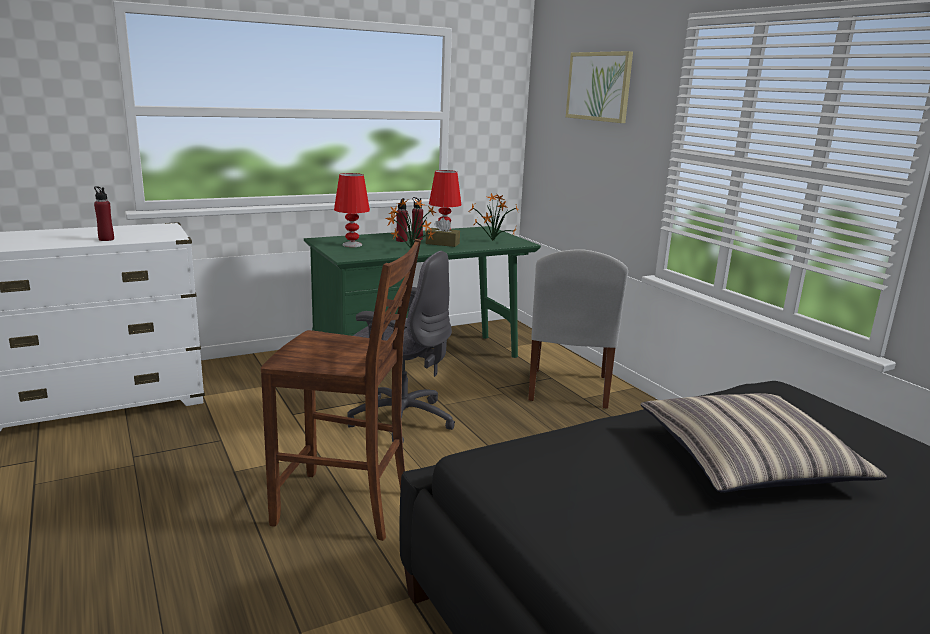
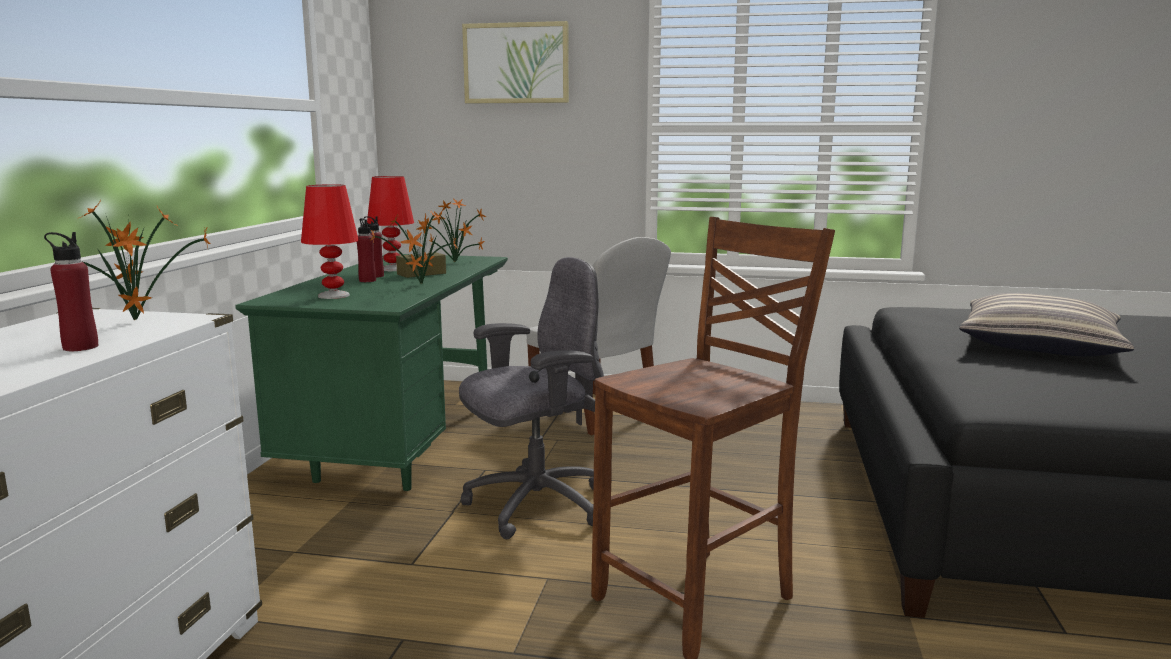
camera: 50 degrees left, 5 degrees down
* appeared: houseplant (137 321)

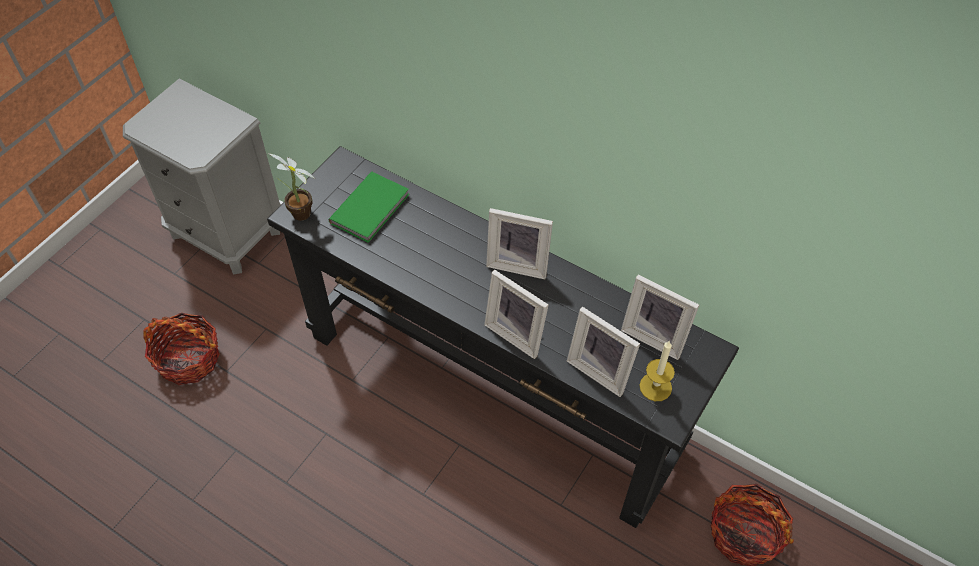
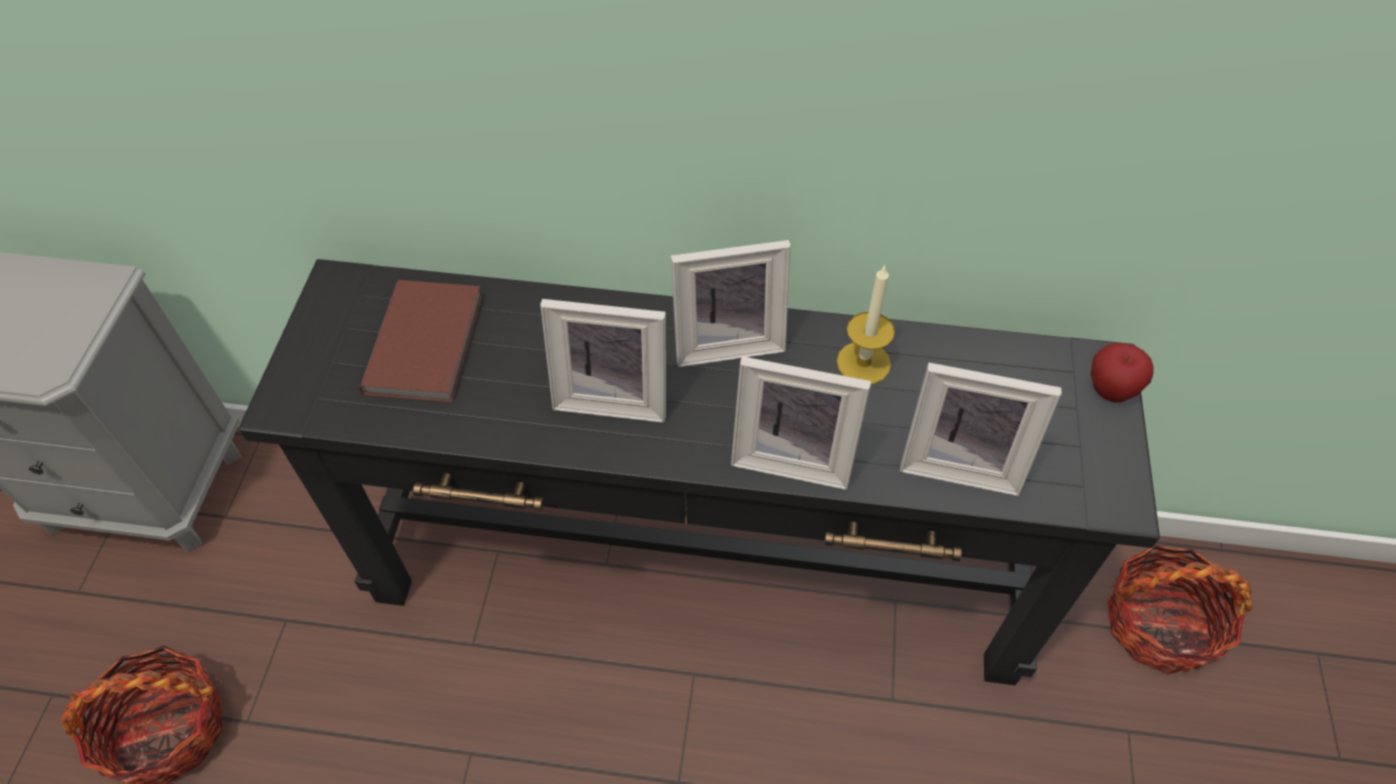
camera: 25 degrees left, 0 degrees up
* missing: houseplant (302 216)
* appeared: whole apple (1110 391)
* relocated: standing frame (655 335) to (613 396)
* relocated: candle (655 387) to (863 363)
* colour: green-coloured book (372 208) to brown book (428 342)

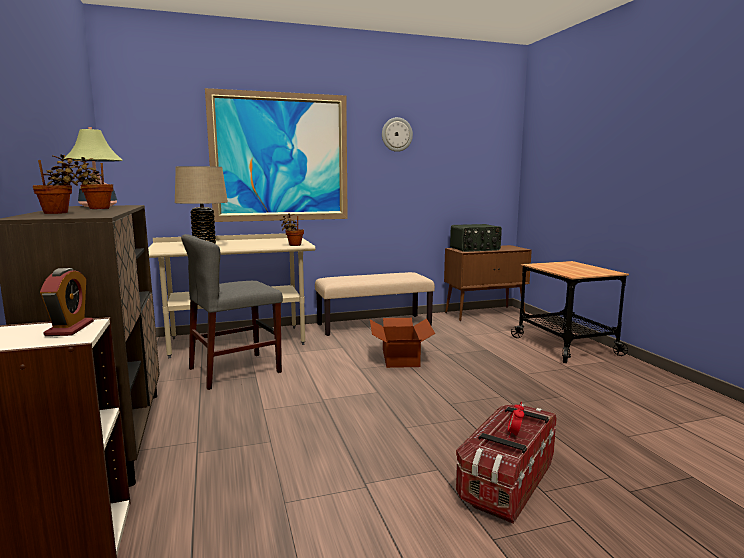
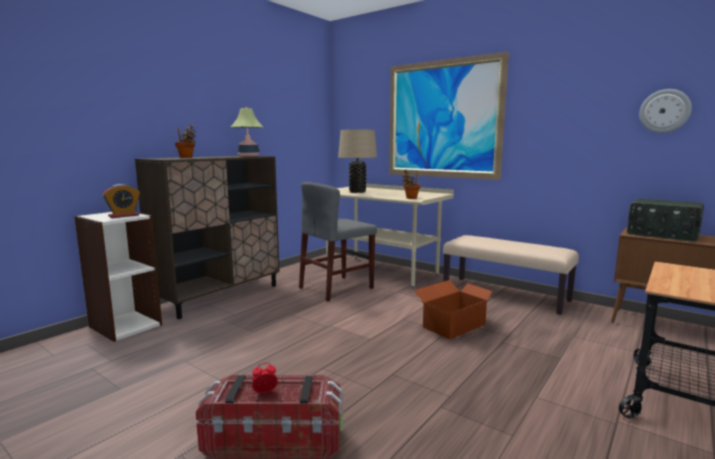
camera: 55 degrees right, 0 degrees up
* missing: houseplant (96 208)
* relocated: hanging clock (396 134) to (664 111)
* spun: greyish chair (235 370) = (336 288) 60 degrees counterclockwise

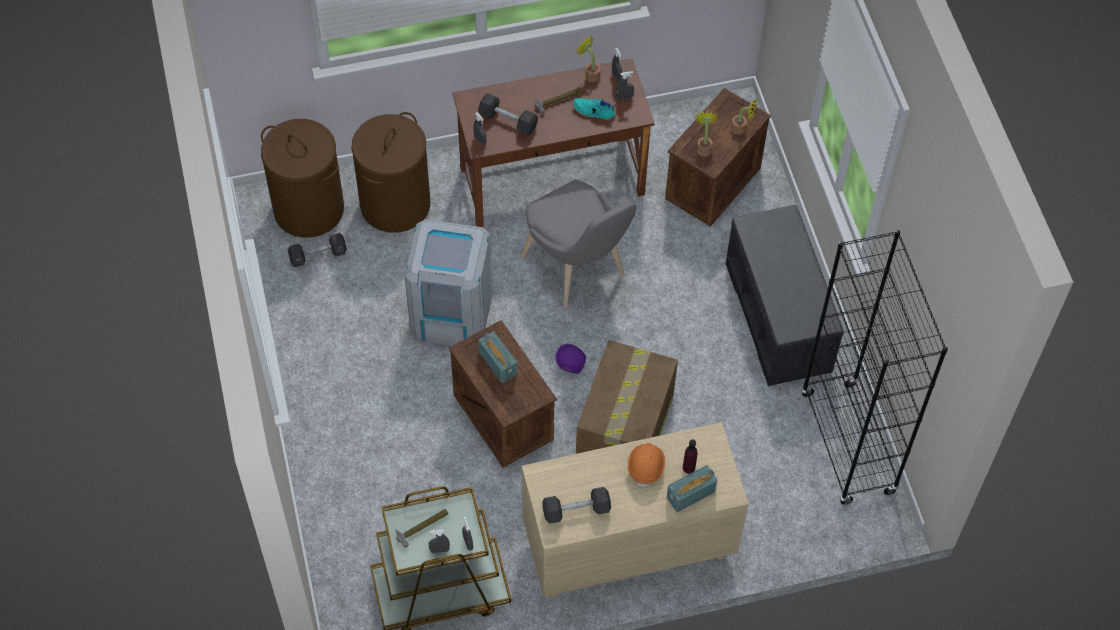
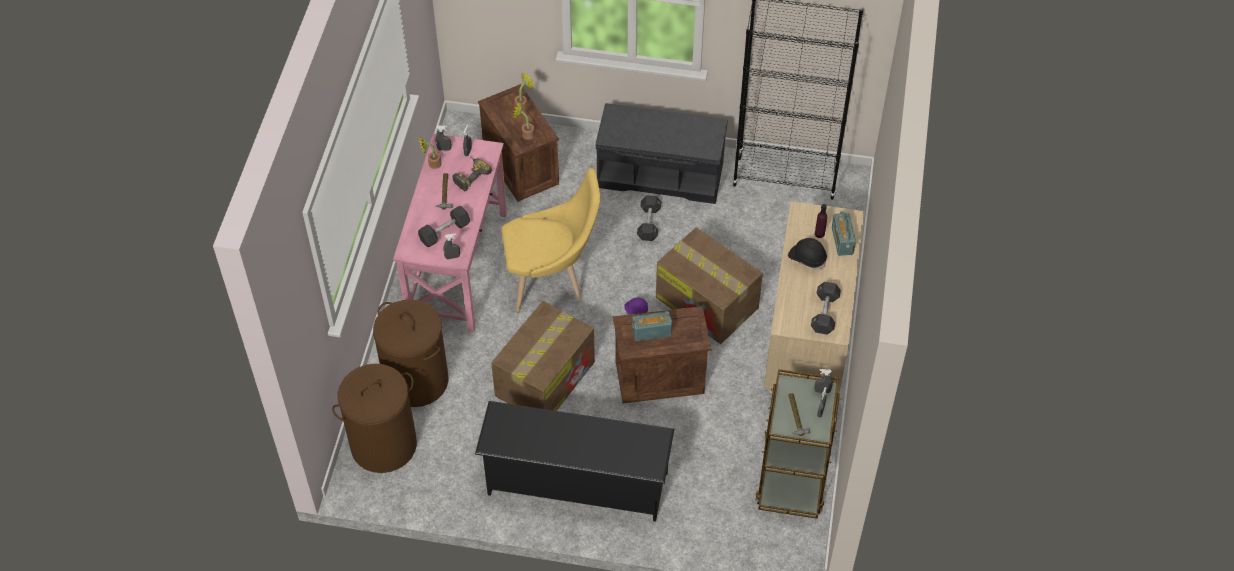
camera: 65 degrees left, 5 degrees down
* appeared: black shoe rack (576 483)
* relocated: black free weight (318 255) to (649 223)
* exchanged: greyish waste bin (452 313) to packing box (545 378)
* exchanged: blue-green item of footwear (593 112) to electric drill (470 175)
* colour: brown desk table (552 180) to pink desk table (457 266)
* colour: greyish chair (578 270) to yellow chair (551 280)
* colour: orange work helmet (646 466) to black work helmet (807 258)

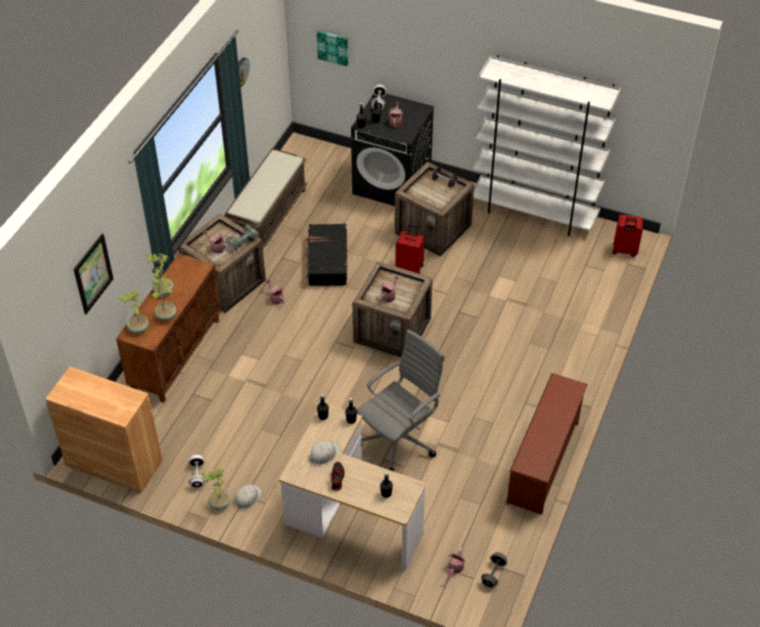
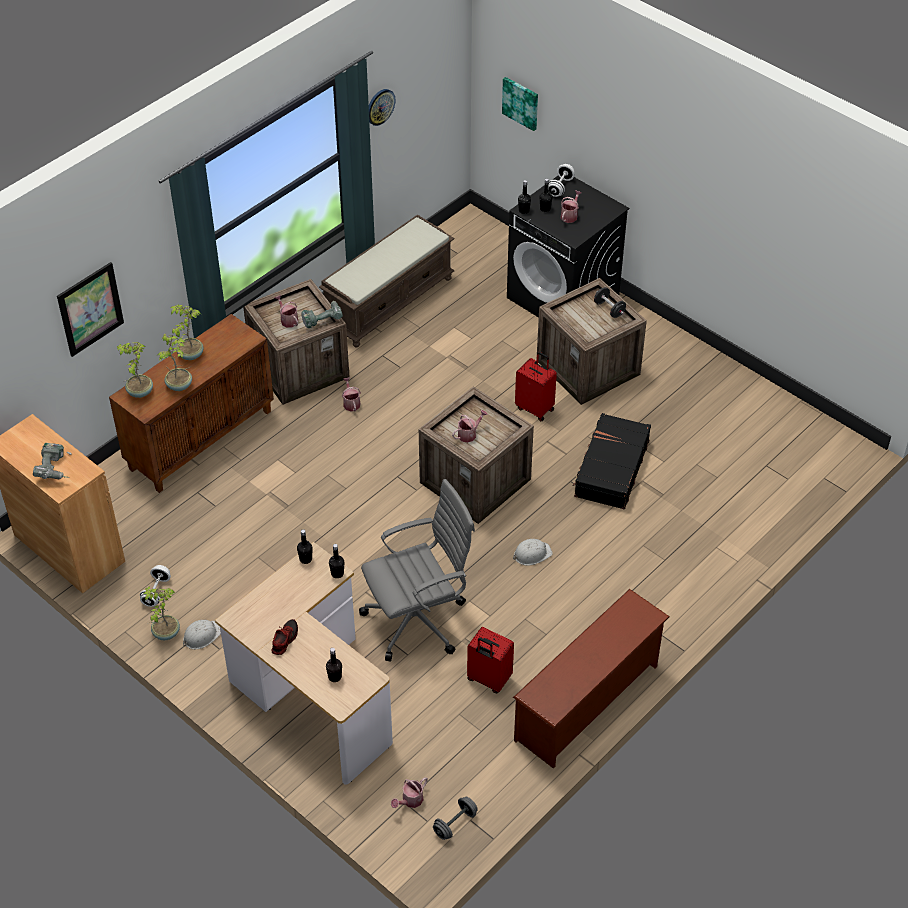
camera: 20 degrees right, 0 degrees up
* missing: whitish shelving unit (534 213)
* appeared: electric drill (55 469)
* relocated: black piece of luggage (327 261) to (611 469)
* relocated: whitish work helmet (324 454) to (532 554)
* relocated: reddish piece of luggage (624 251) to (488 680)

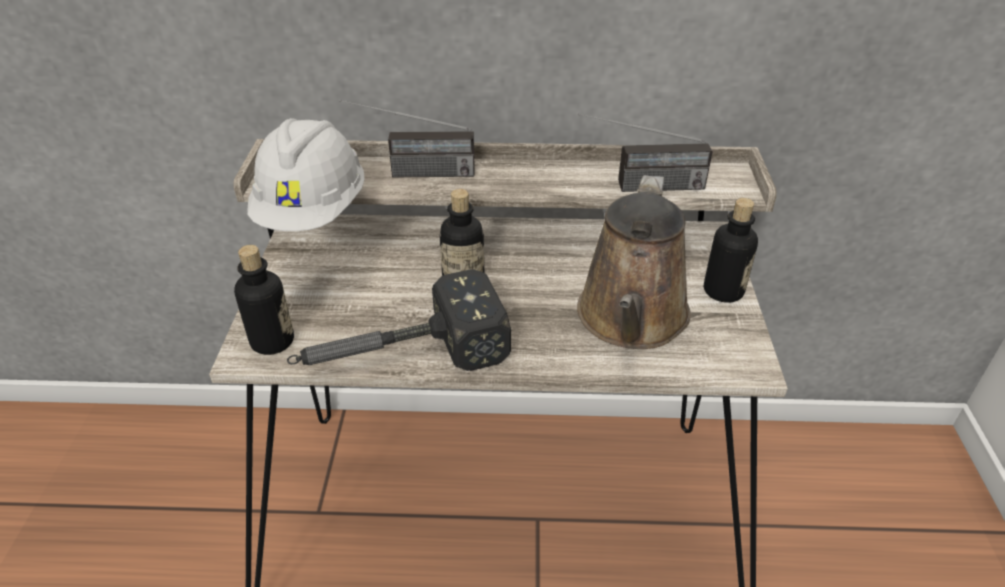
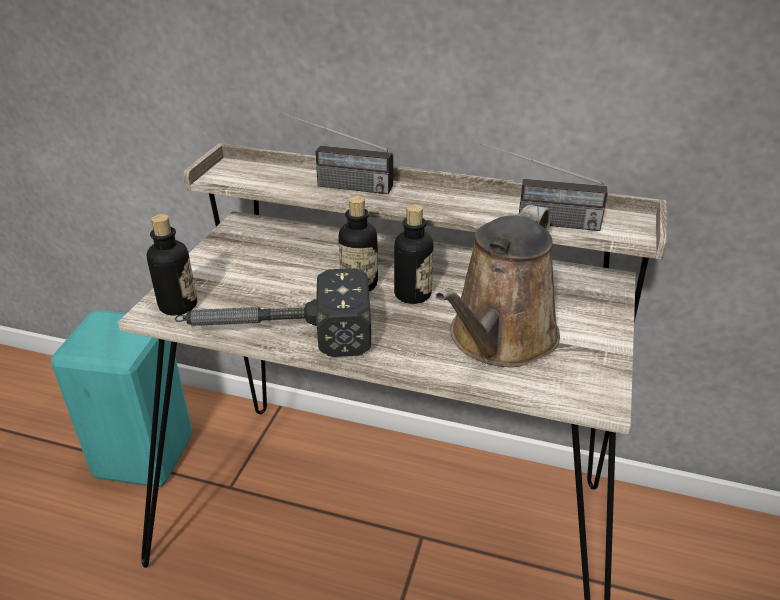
camera: 15 degrees right, 5 degrees down
* missing: whitish work helmet (312 212)
* appeared: blue-green stool (147 455)
* relocated: bottle (723 291) to (412 294)

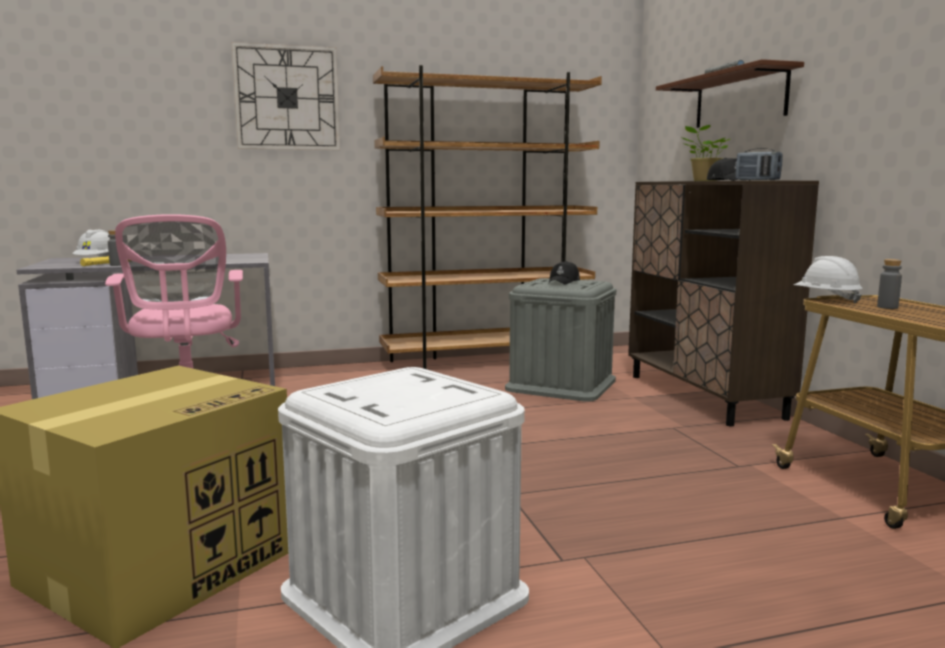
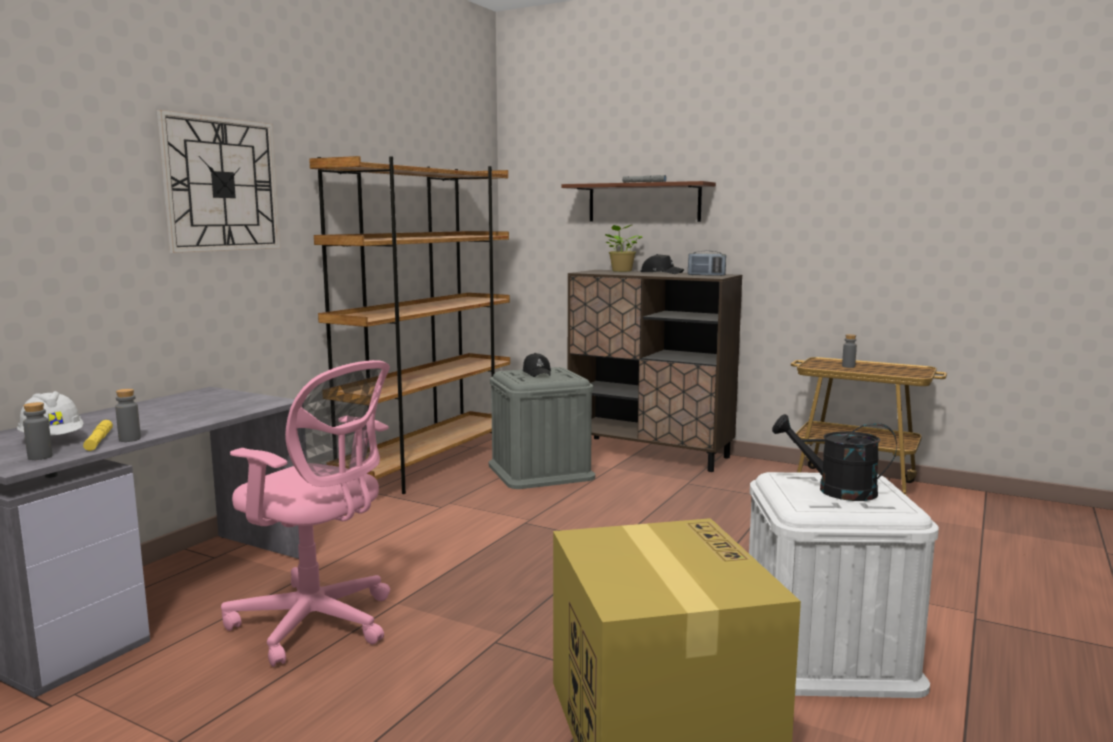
camera: 45 degrees left, 0 degrees up
* missing: whitish work helmet (826 299)
* appeared: greyish bottle (40 457)
* appeared: black watering pot (835 490)

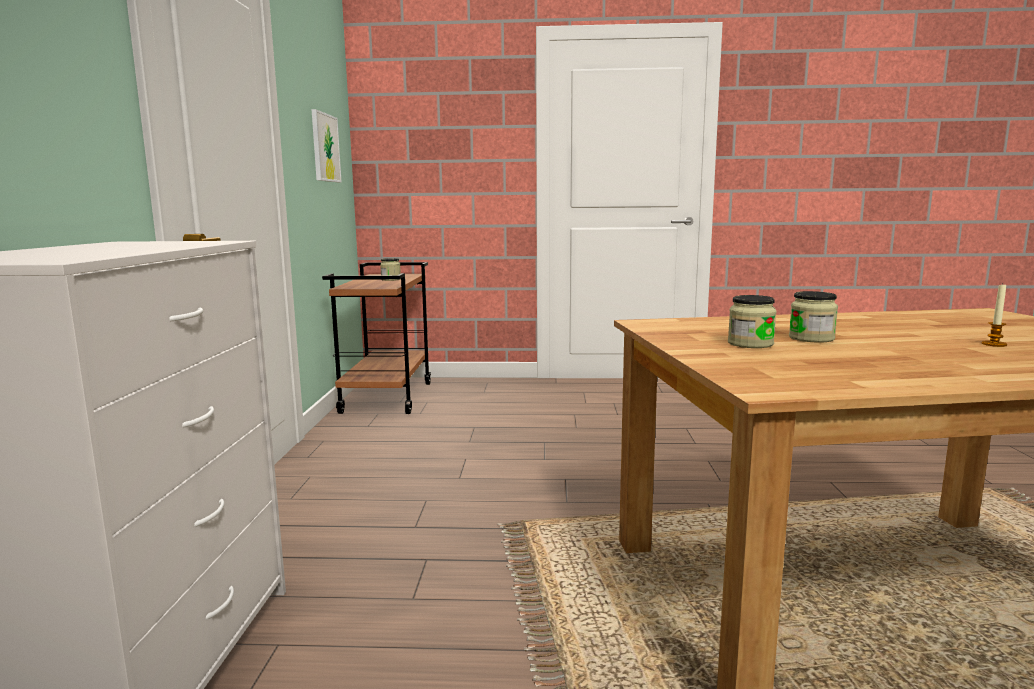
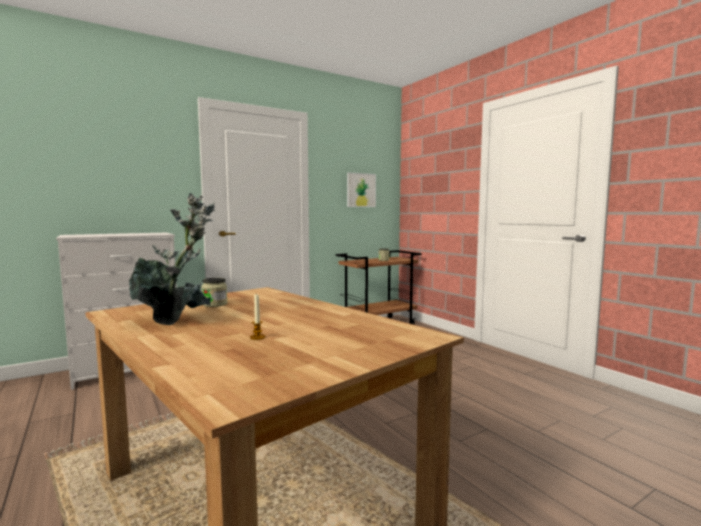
camera: 55 degrees right, 5 degrees down
* missing: storage jar (811 338)
* appeared: houseplant (176 321)

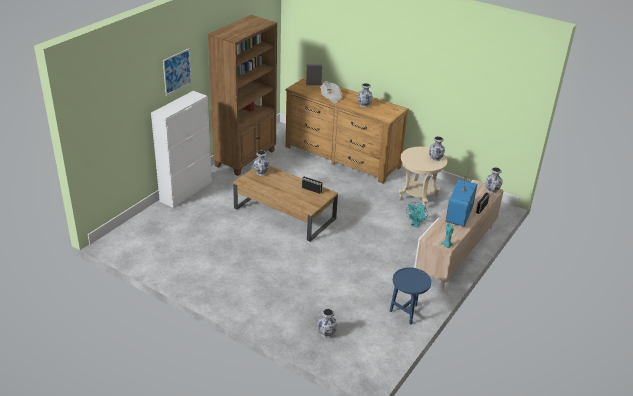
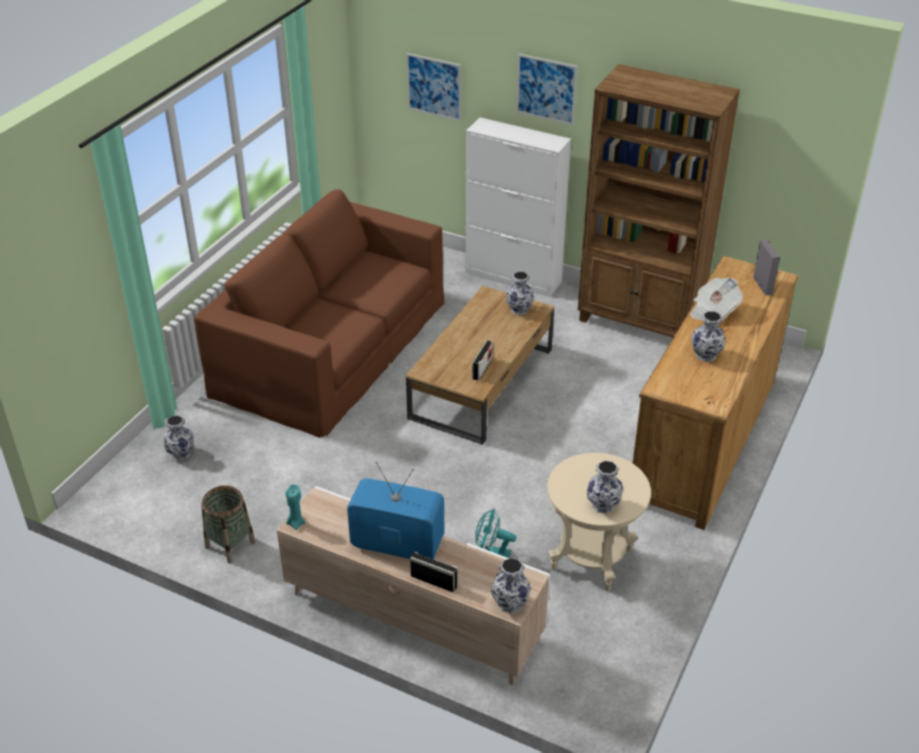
camera: 85 degrees right, 5 degrees up
* appeared: brown couch (330 346)
* appeared: wall art (434 87)
* exchanged: bluish end table (407 312) to household basket (230 545)

